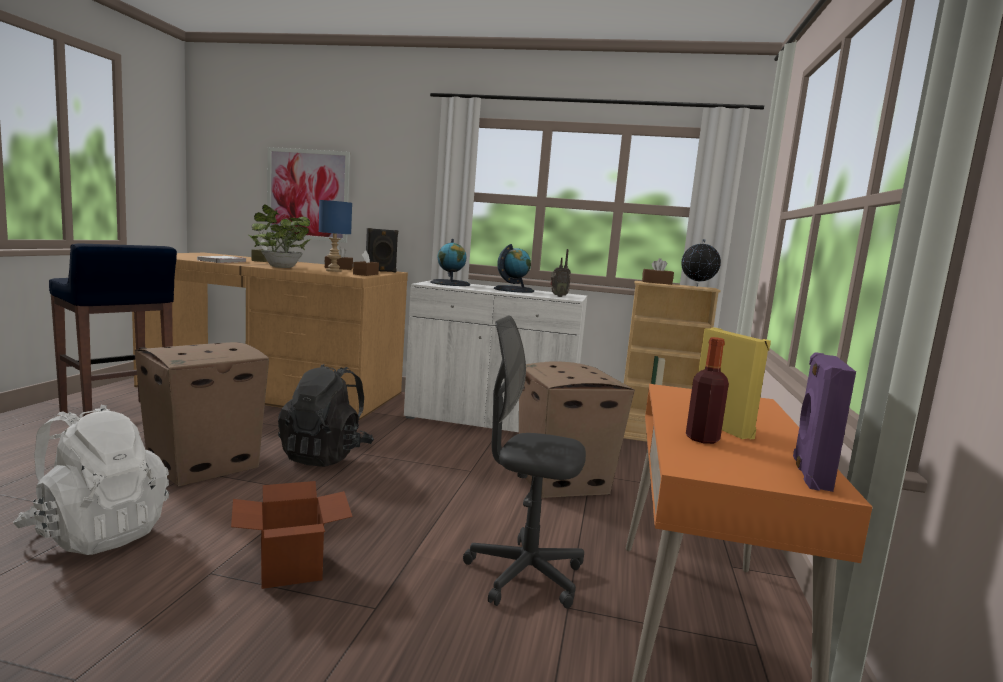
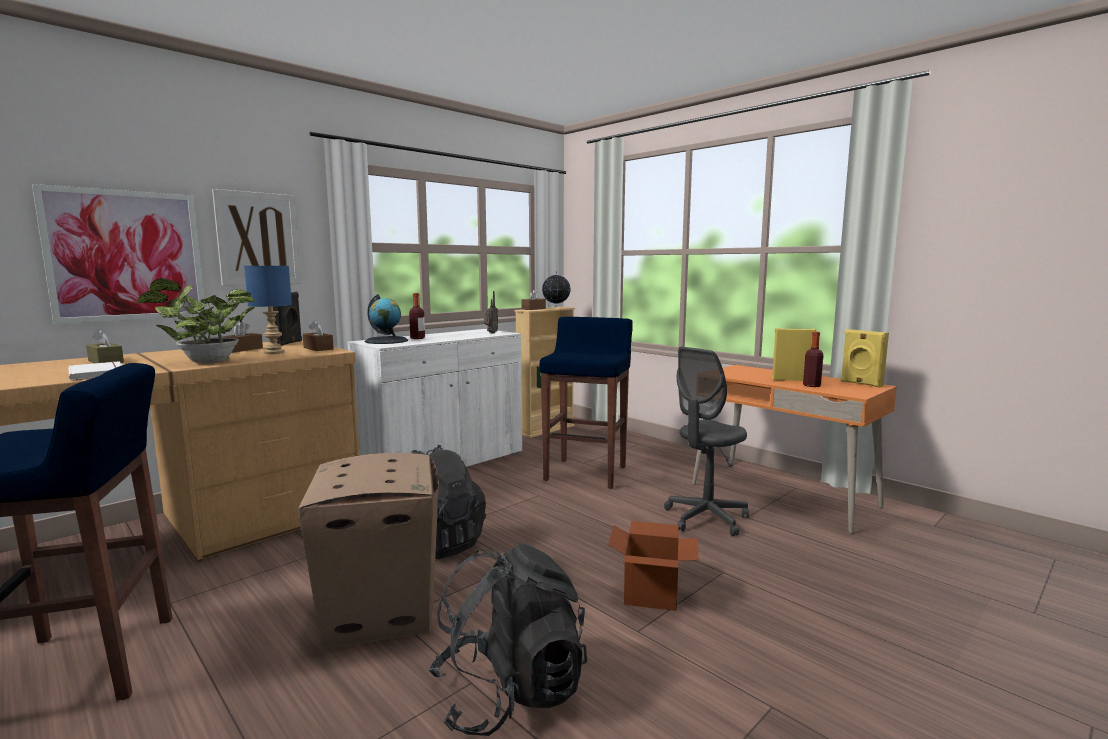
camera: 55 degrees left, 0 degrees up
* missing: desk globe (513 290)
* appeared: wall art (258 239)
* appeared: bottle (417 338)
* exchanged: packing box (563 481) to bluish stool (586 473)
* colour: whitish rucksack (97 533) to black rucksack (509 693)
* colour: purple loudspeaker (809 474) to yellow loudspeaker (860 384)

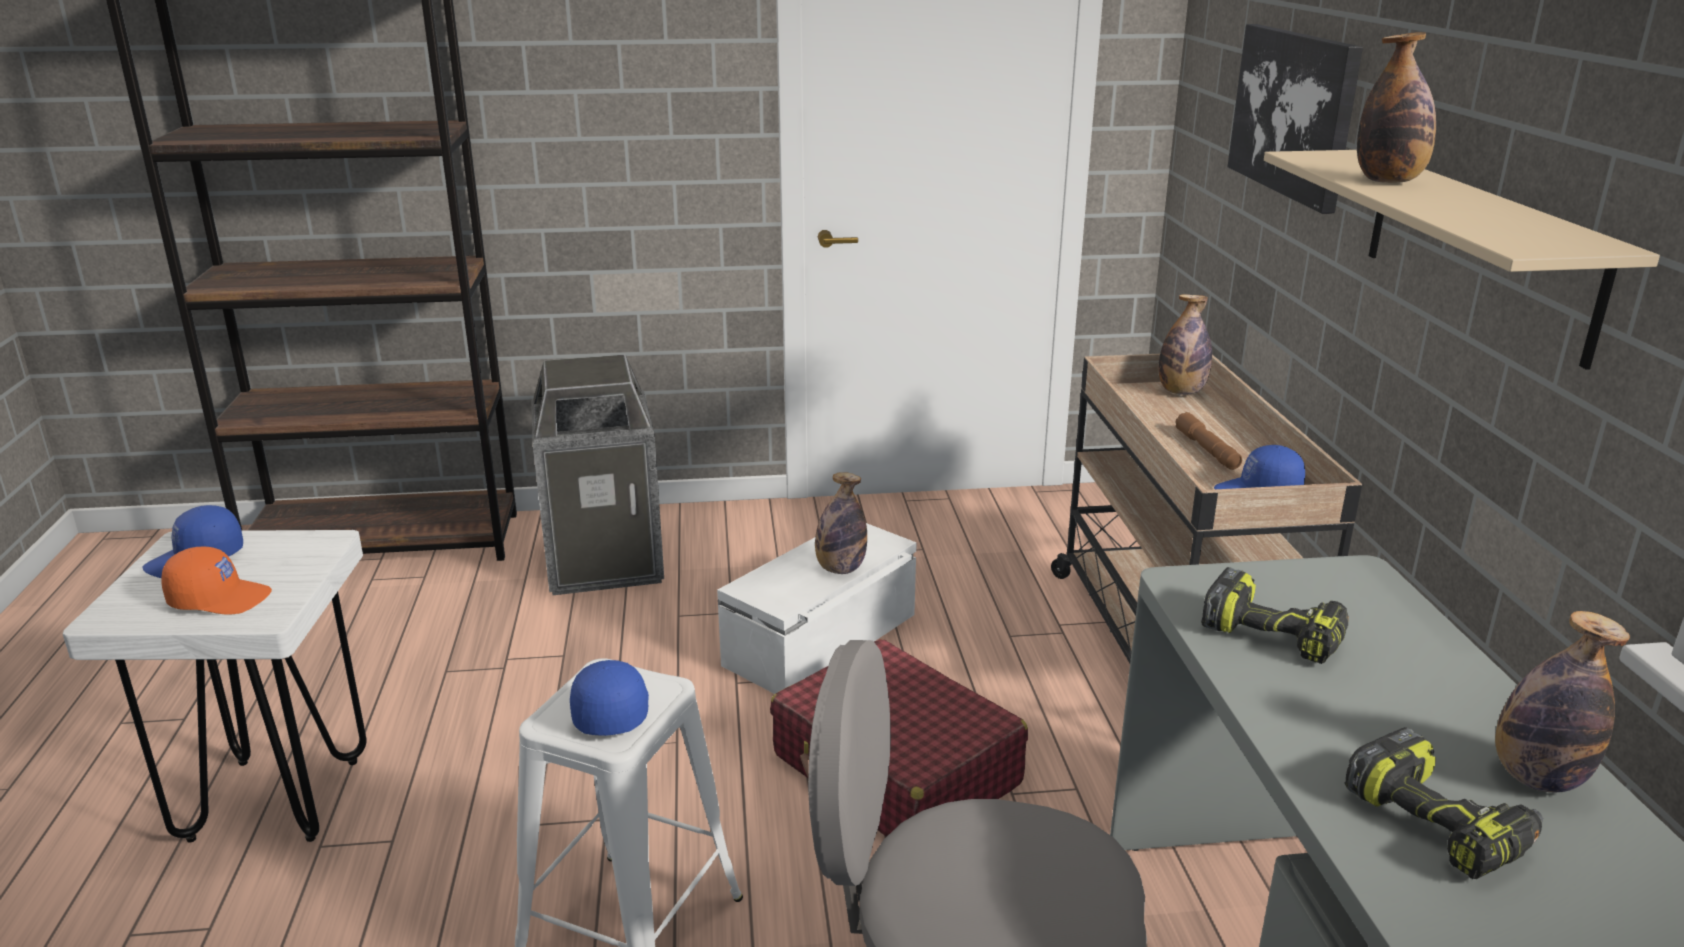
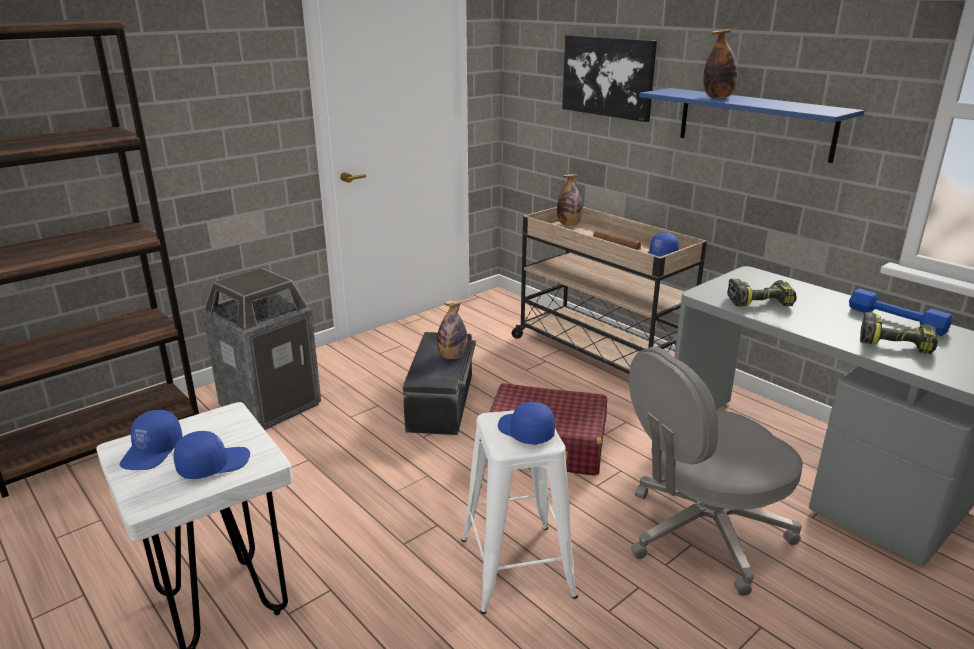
camera: 35 degrees left, 0 degrees up
* exchanged: bottle (1537 778) to bluish free weight (895 320)
* colour: orange baseball cap (220 598) to bluish baseball cap (213 464)
* colour: whitish storage container (823 640) to black storage container (442 402)
* colour: sand-coloured bracket shelf (1478 249) to bluish bracket shelf (754 123)

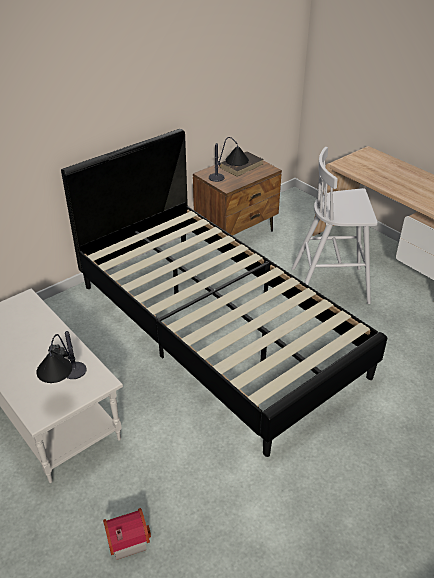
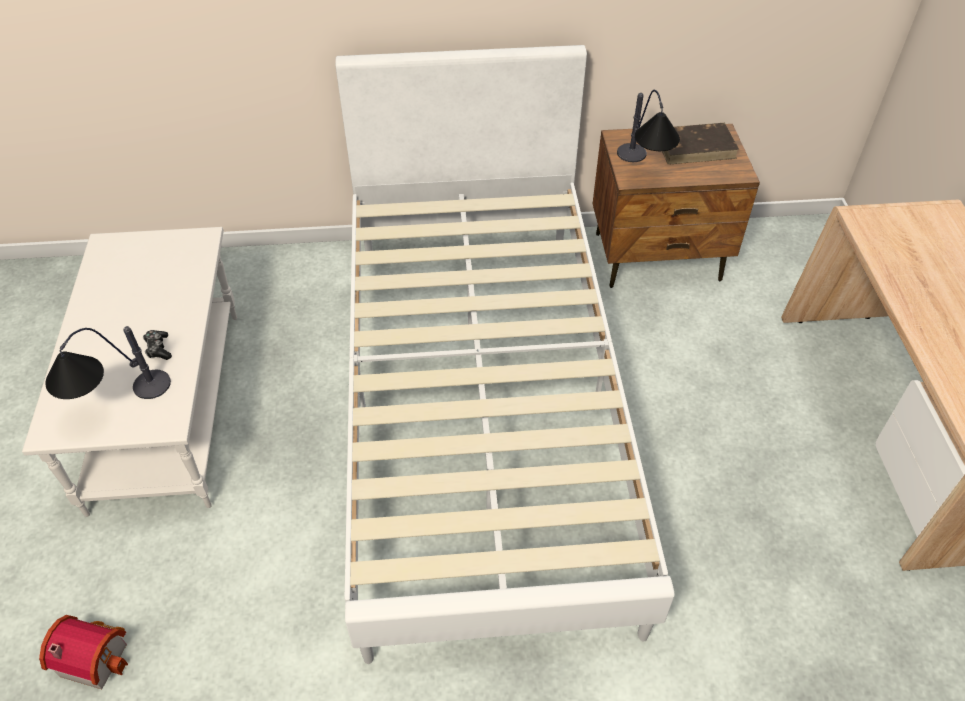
camera: 35 degrees right, 10 degrees up
* missing: whitish stool (331 285)
* colour: black bedroom bed (216 327) to whitish bedroom bed (482 407)

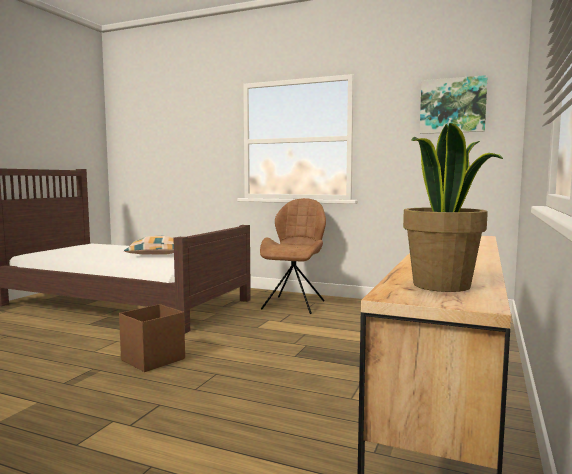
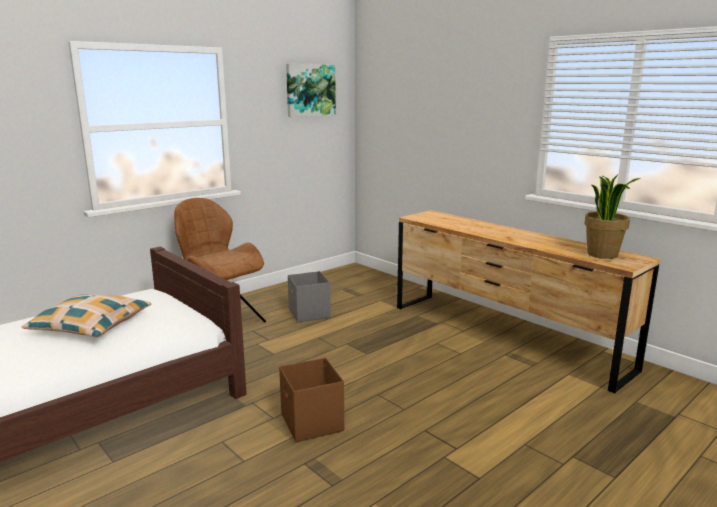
camera: 65 degrees left, 10 degrees up
* appeared: greyish storage container (309 314)

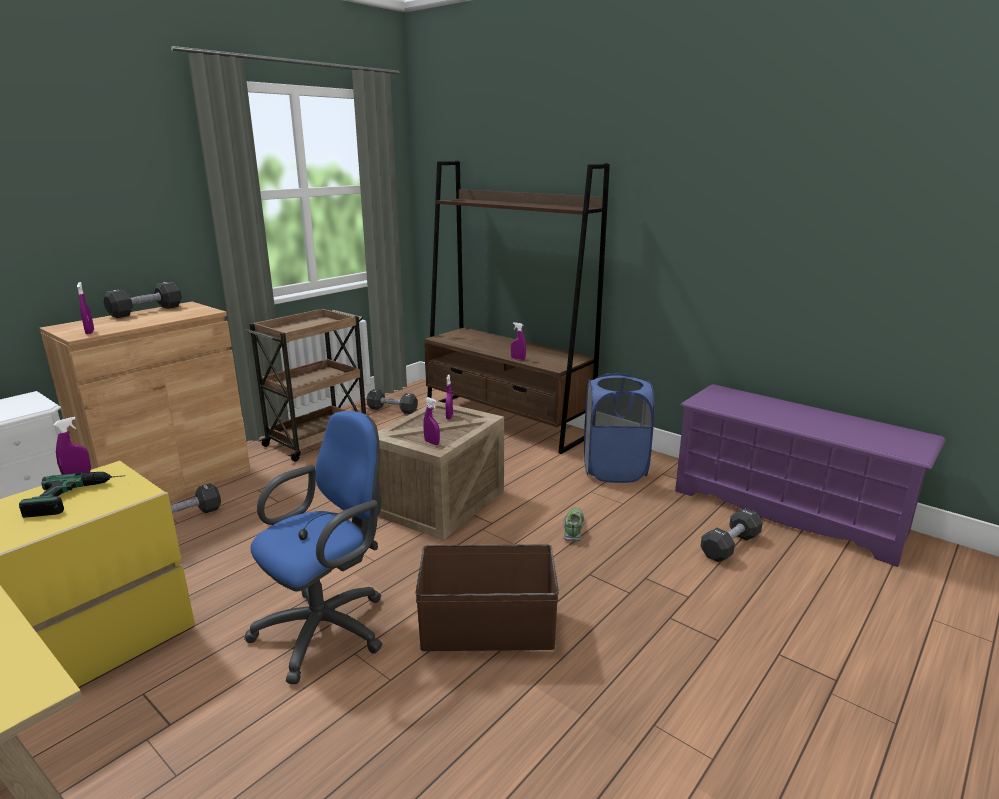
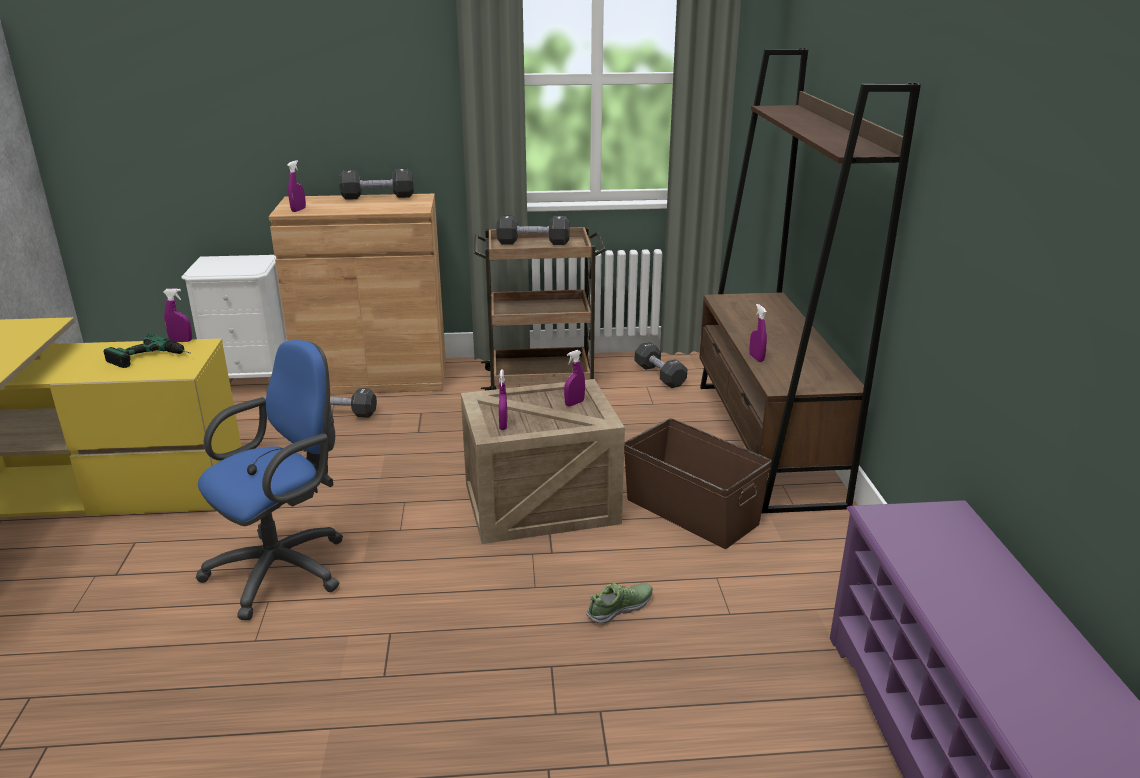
camera: 45 degrees right, 5 degrees up
* missing: bluish hamper (614 470)
* relocated: brown storage container (487 628) to (691 510)
* relocated: black free weight (730 546) to (533 243)
* spun: bluish desk chair (329 627) = (285 568) 45 degrees counterclockwise

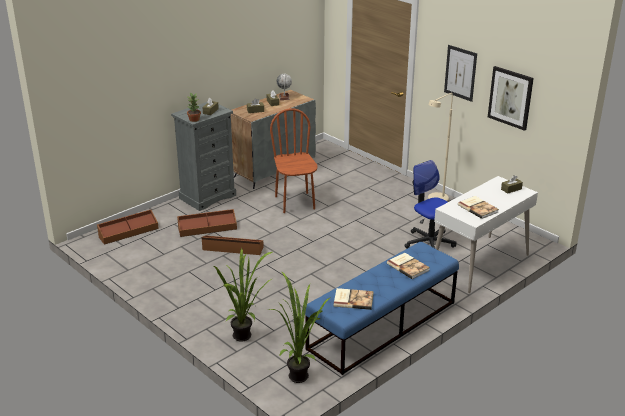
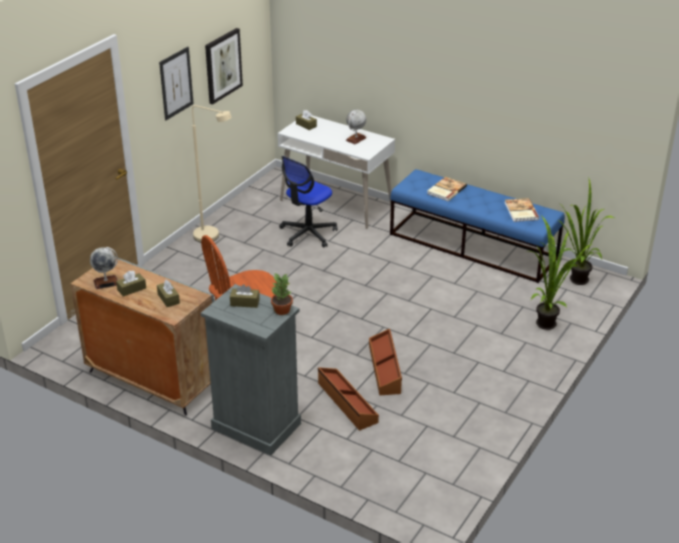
camera: 105 degrees left, 5 degrees up
* missing: brown storage container (128 232)
* exchanged: book (478 208) to desk globe (356 139)

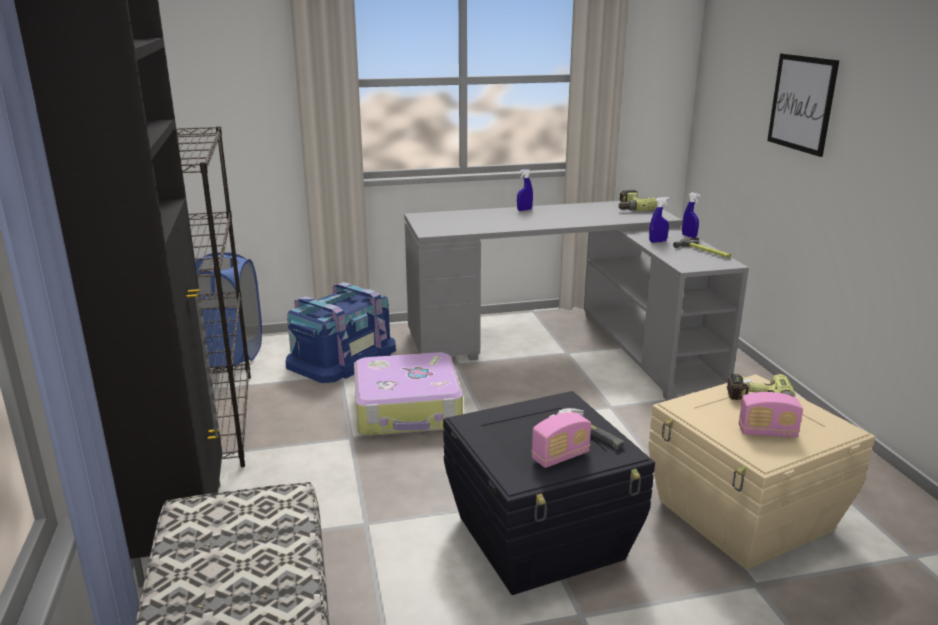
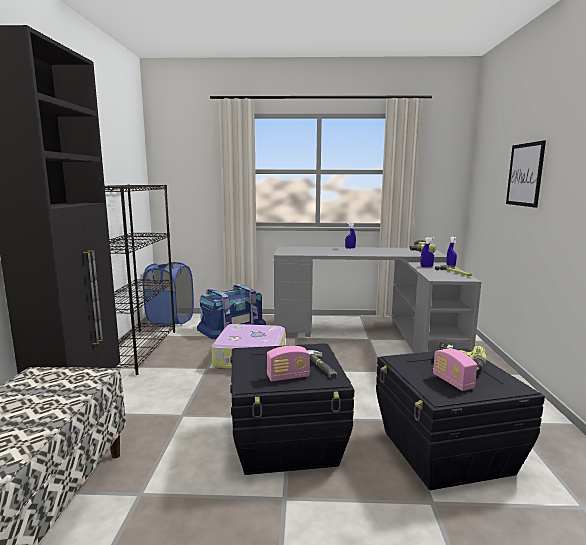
camera: 15 degrees right, 10 degrees down
* colour: sand-coloured storage container (744 516) to black storage container (445 453)
* spun: radio set (767 432) = (452 382) 45 degrees clockwise

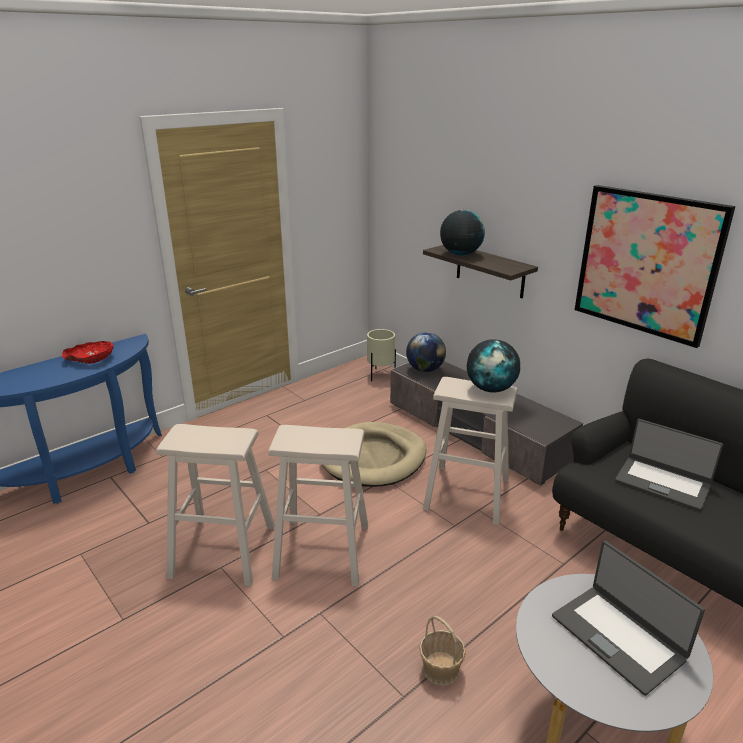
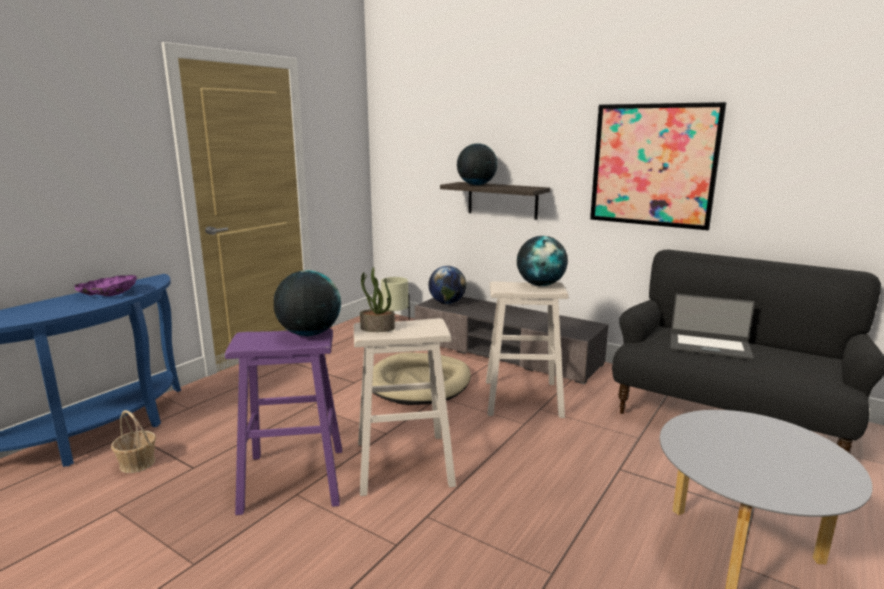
camera: 15 degrees left, 10 degrees down
* missing: notebook computer (618 637)
* appeared: desk globe (309 334)
* appeared: houseplant (377 328)
* relocated: household basket (441 669) to (137 463)
* colour: reddish bowl (91 359) to purple bowl (109 293)
* colour: sand-coloured stool (223 550) to purple stool (293 479)

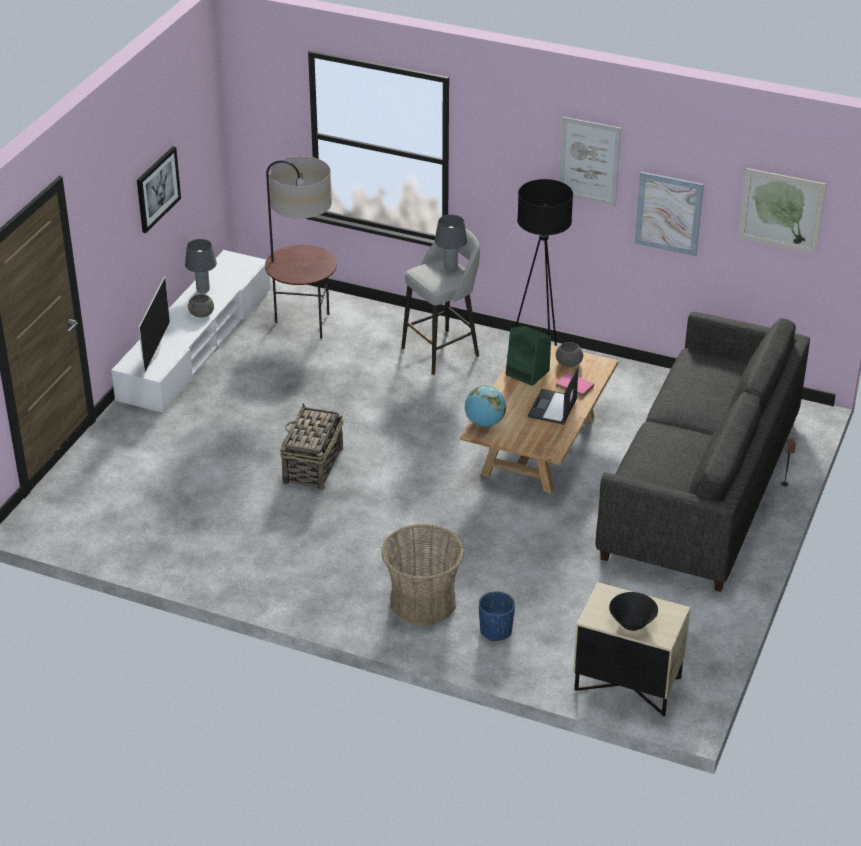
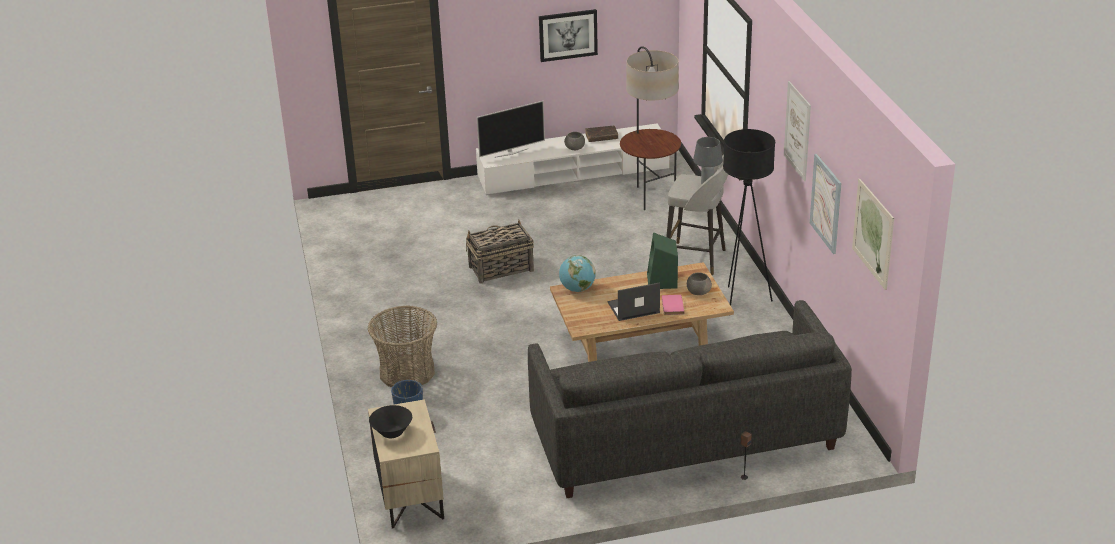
camera: 55 degrees right, 5 degrees down
* exchanged: greyish table lamp (203 290) to brown book (601 137)

